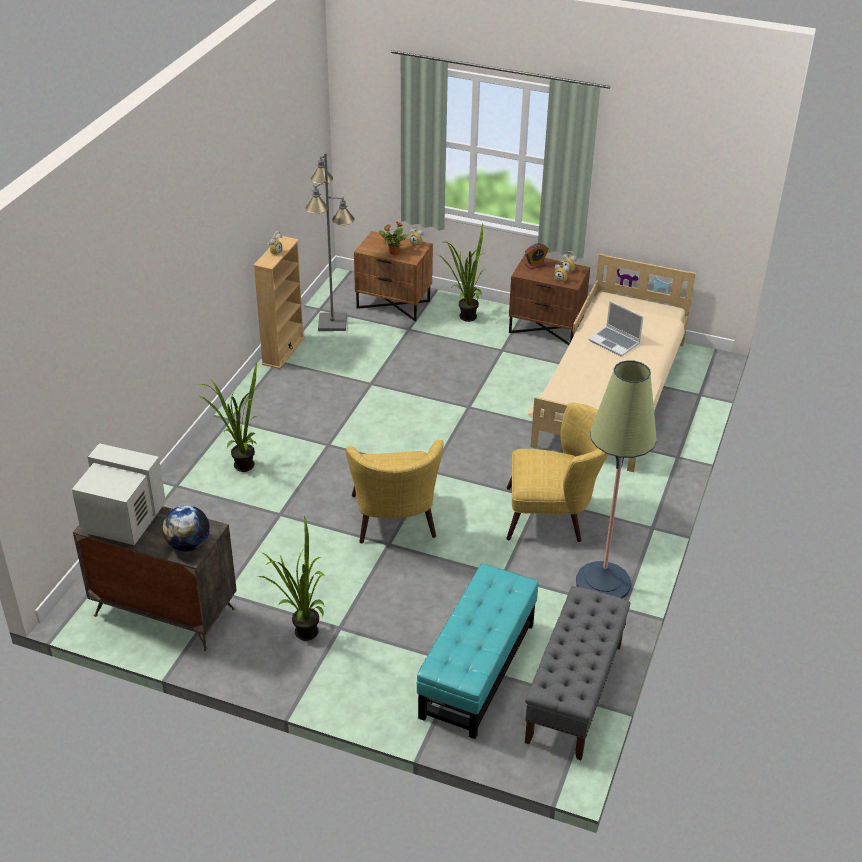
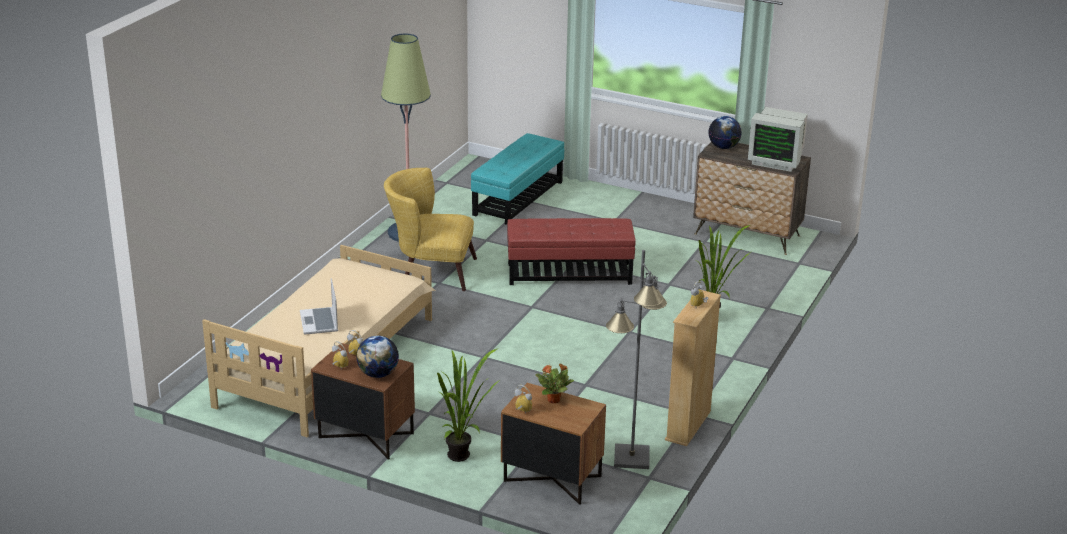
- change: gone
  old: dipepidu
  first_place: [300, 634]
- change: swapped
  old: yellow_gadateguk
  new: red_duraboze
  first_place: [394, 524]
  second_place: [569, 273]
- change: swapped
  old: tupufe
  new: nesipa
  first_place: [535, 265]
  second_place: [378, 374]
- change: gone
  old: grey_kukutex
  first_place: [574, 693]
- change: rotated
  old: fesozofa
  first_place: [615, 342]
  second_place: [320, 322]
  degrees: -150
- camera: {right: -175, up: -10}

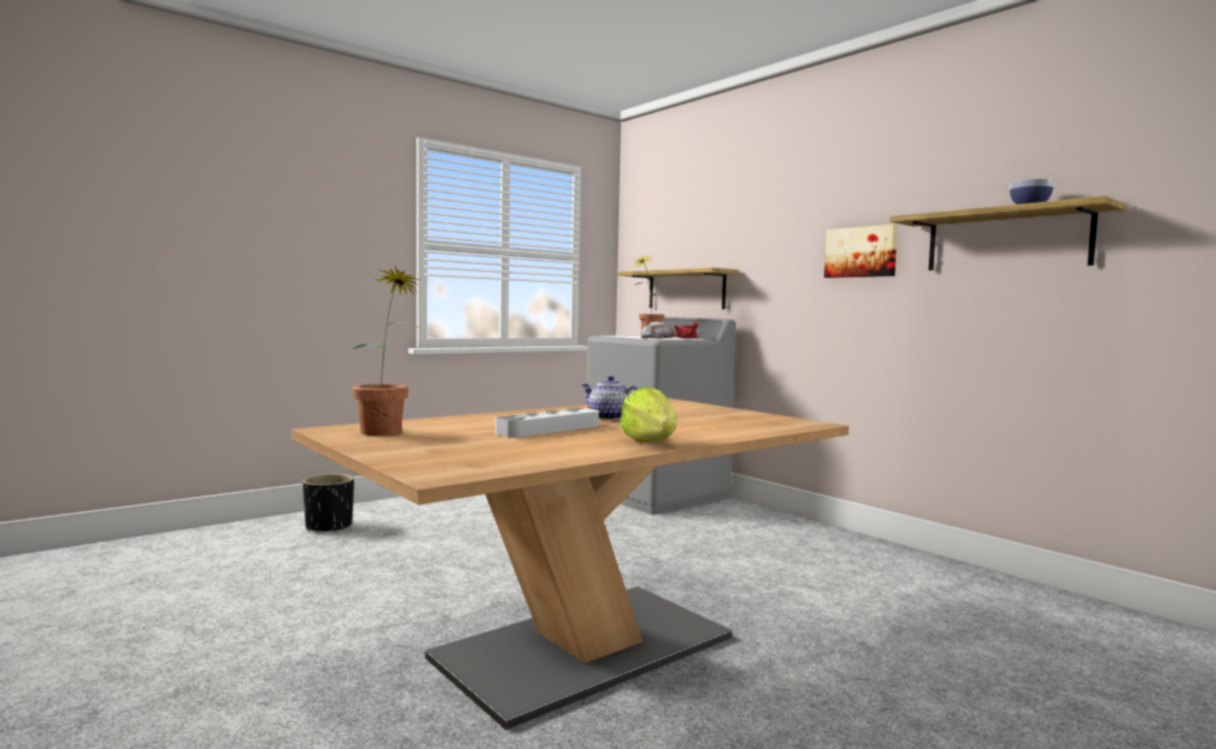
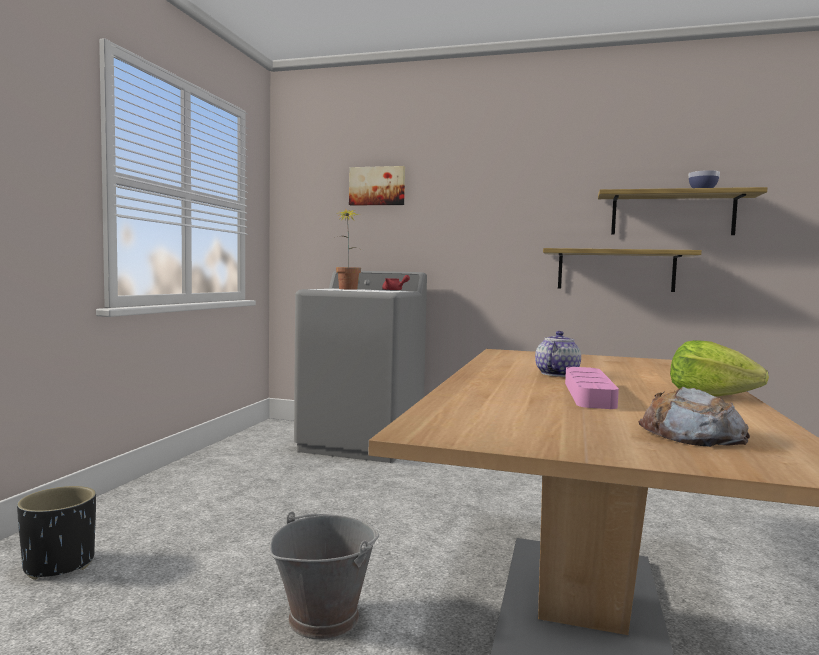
- change: gone
  old: dipepidu
  first_place: [387, 430]
- change: repainted
  old: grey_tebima
  new: pink_tebima
  first_place: [549, 429]
  second_place: [588, 394]
- change: rotated
  old: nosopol
  first_place: [608, 417]
  second_place: [556, 374]
  degrees: 120
- change: shifted
  old: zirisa
  first_place: [686, 290]
  second_place: [615, 270]
- change: shifted
  old: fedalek
  first_place: [656, 338]
  second_place: [691, 434]
- change: shifted
  old: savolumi
  first_place: [861, 252]
  second_place: [377, 186]
- change: new
  new: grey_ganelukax
  second_place: [323, 617]
- camera: {right: -35, up: 0}

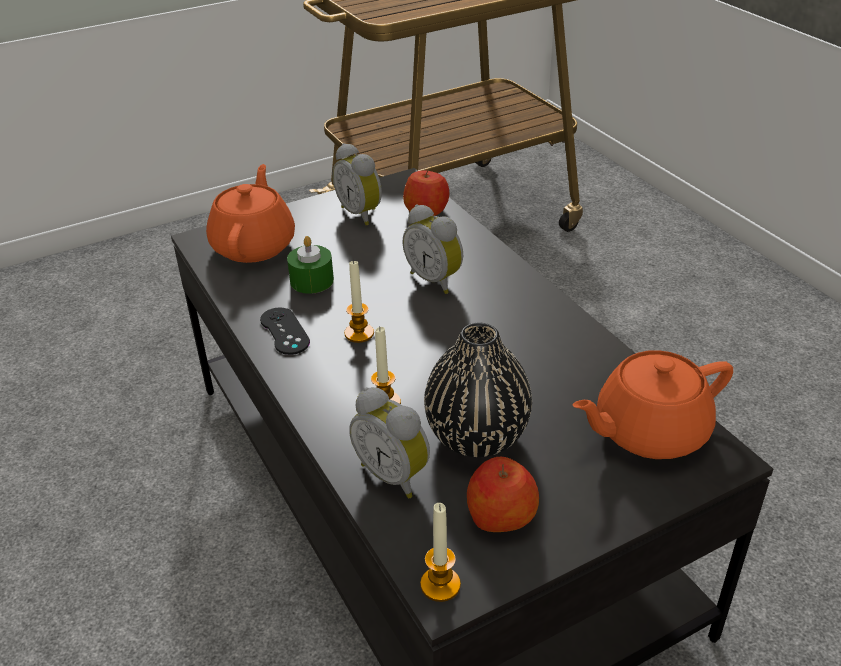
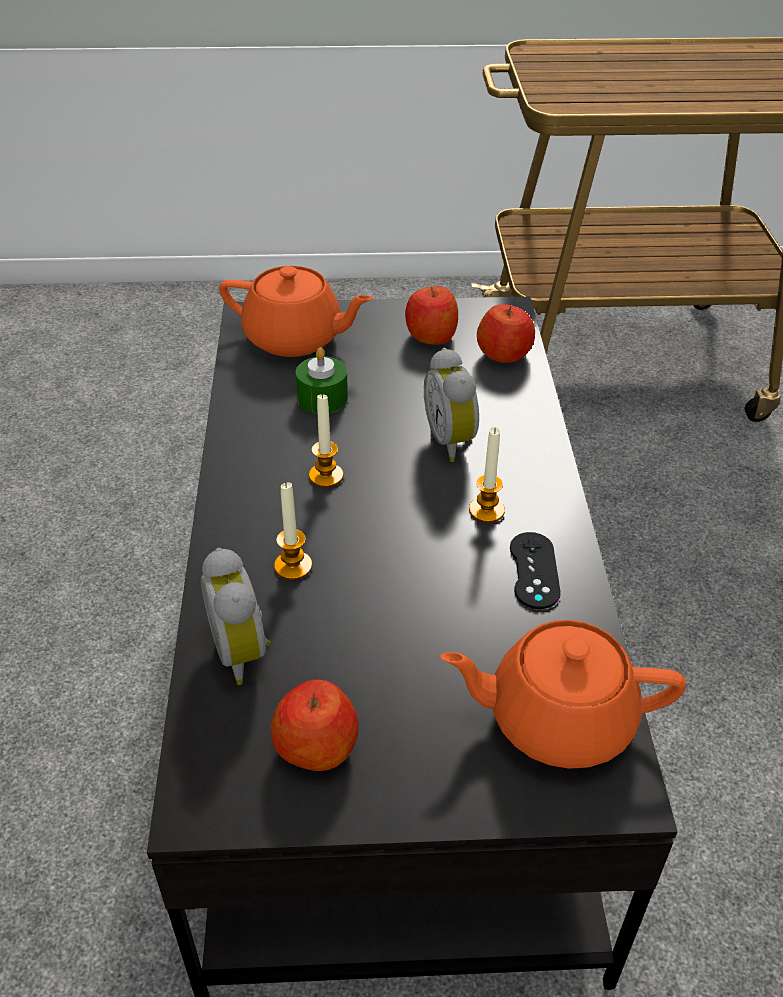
- change: rotated
  old: orange_nosopol
  first_place: [254, 245]
  second_place: [295, 338]
  degrees: 75
- change: shifted
  old: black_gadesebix
  first_place: [284, 331]
  second_place: [534, 570]
- change: swapped
  old: tupufe
  new: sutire
  first_place: [362, 213]
  second_place: [431, 335]
- change: shifted
  old: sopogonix
  first_place: [440, 585]
  second_place: [486, 510]
- change: gone
  old: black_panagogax
  first_place: [477, 436]
- camera: {right: 25, up: 5}

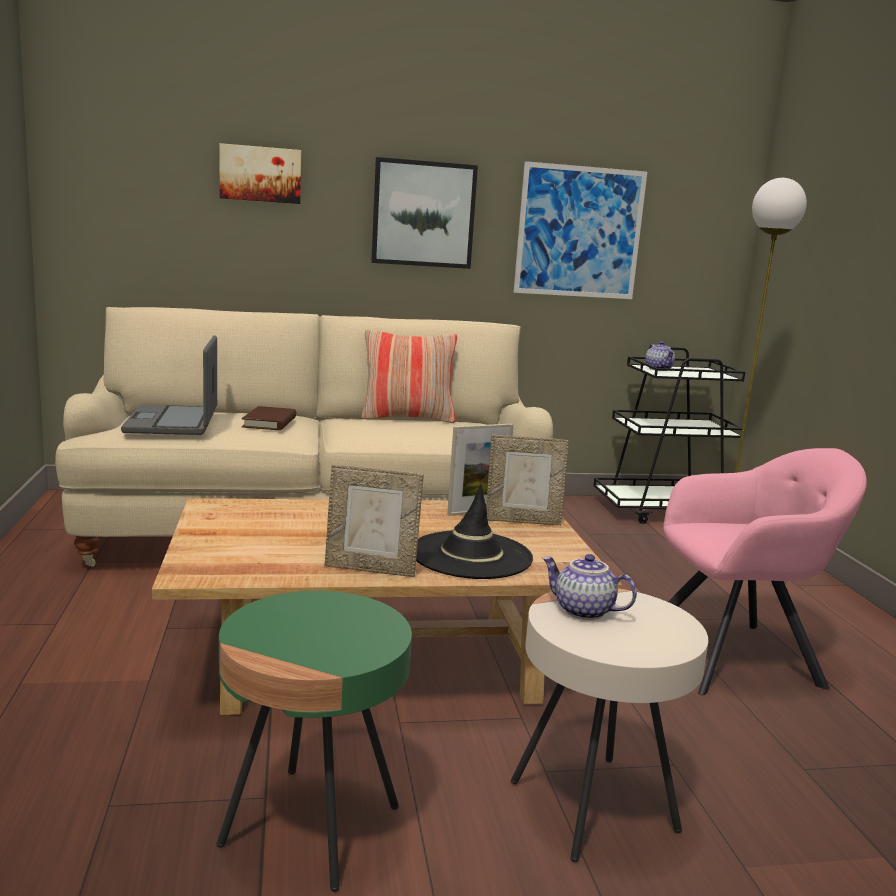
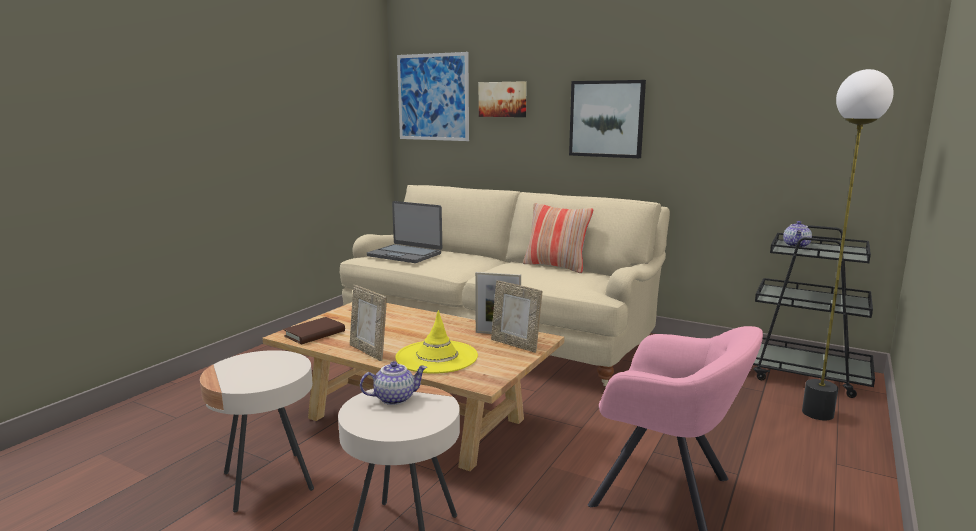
- change: rotated
  old: fesozofa
  first_place: [173, 422]
  second_place: [405, 255]
  degrees: -90
- change: repainted
  old: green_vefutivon
  new: beige_vefutivon
  first_place: [311, 826]
  second_place: [268, 481]
- change: shifted
  old: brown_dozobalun
  first_place: [269, 422]
  second_place: [314, 334]
- change: repainted
  old: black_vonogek
  new: yellow_vonogek
  first_place: [471, 555]
  second_place: [436, 357]
- change: shifted
  old: savolumi
  first_place: [579, 232]
  second_place: [433, 97]
- change: rotated
  old: nosopol
  first_place: [582, 611]
  second_place: [395, 398]
  degrees: 90
- camera: {right: 40, up: 0}

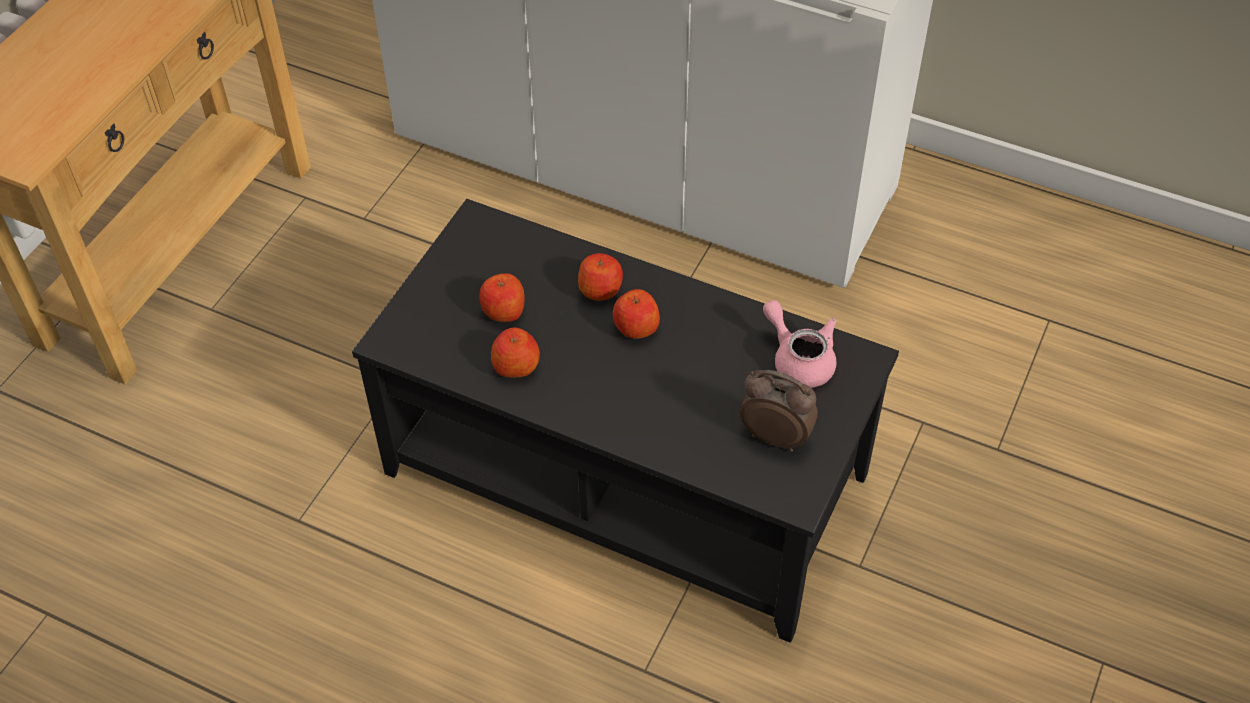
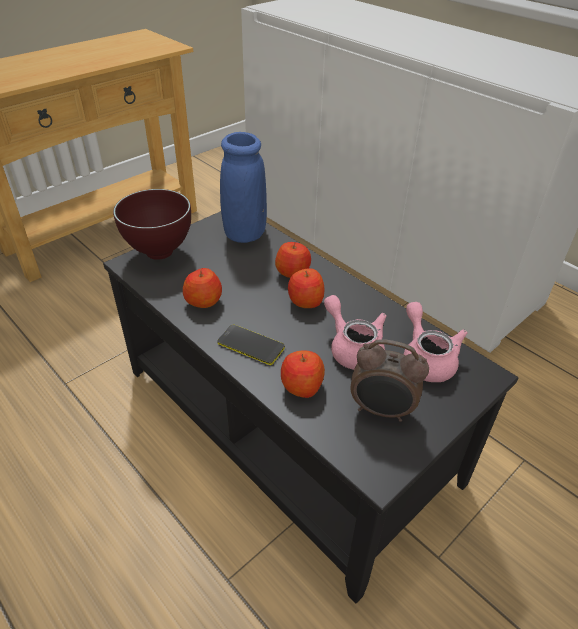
- change: shifted
  old: sutire
  first_place: [503, 310]
  second_place: [301, 386]
- change: rotated
  old: tupufe
  first_place: [776, 436]
  second_place: [381, 410]
  degrees: 150
- change: new
  new: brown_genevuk
  second_place: [157, 253]
- change: new
  new: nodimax
  second_place: [251, 345]
- change: new
  new: blue_panagogax
  second_place: [245, 234]
- change: new
  new: pink_nosopol
  second_place: [353, 348]
- camera: {right: 20, up: -10}

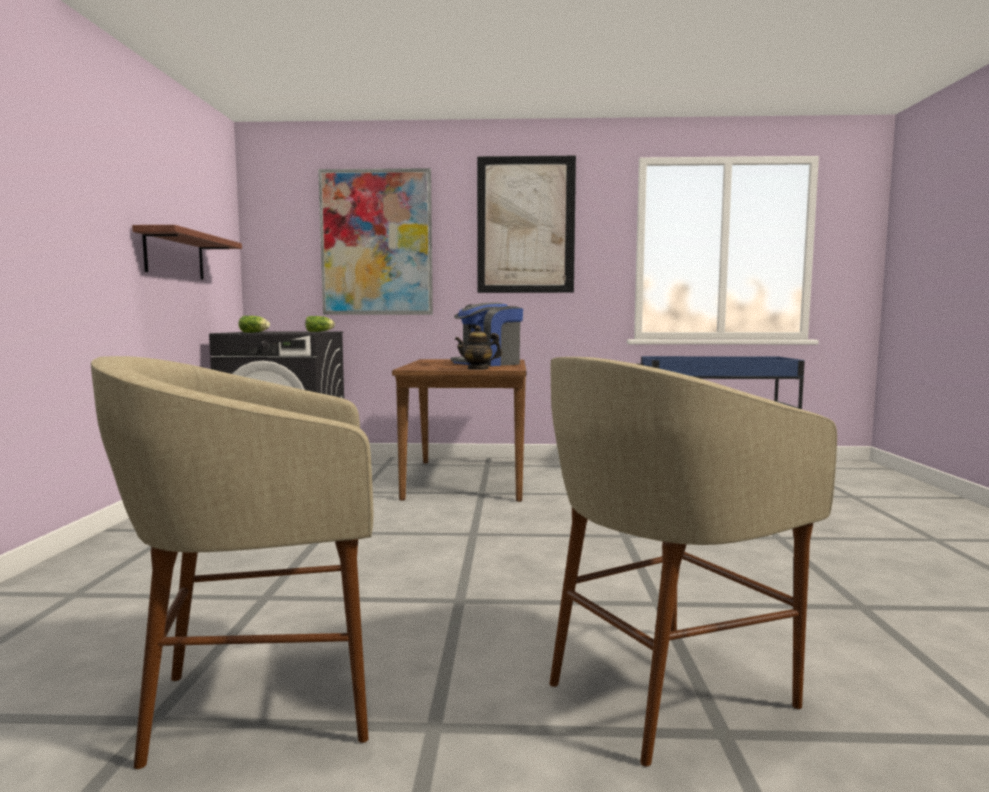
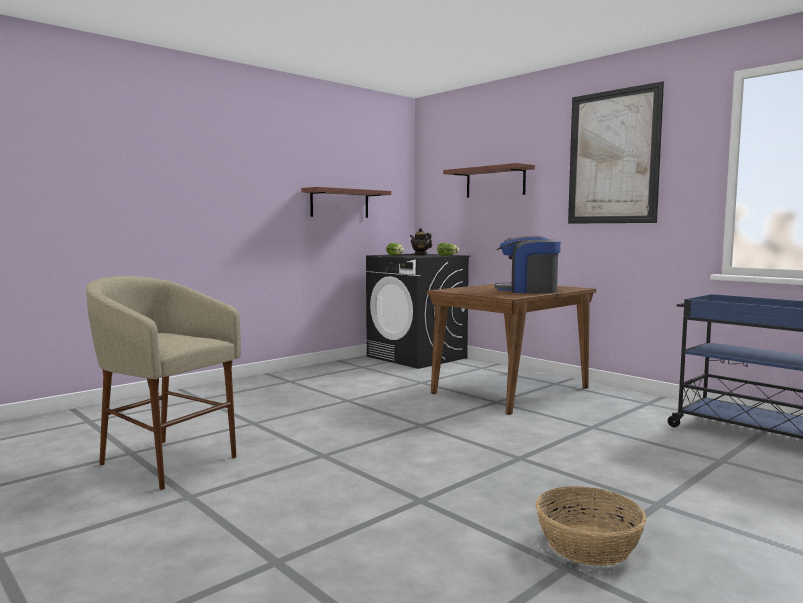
- change: swapped
  old: savolumi
  new: zirisa
  first_place: [376, 243]
  second_place: [495, 182]
- change: shifted
  old: nosopol
  first_place: [478, 369]
  second_place: [420, 254]
- change: gone
  old: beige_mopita
  first_place: [665, 692]
- change: new
  new: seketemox
  second_place: [588, 544]
- camera: {right: 45, up: 0}

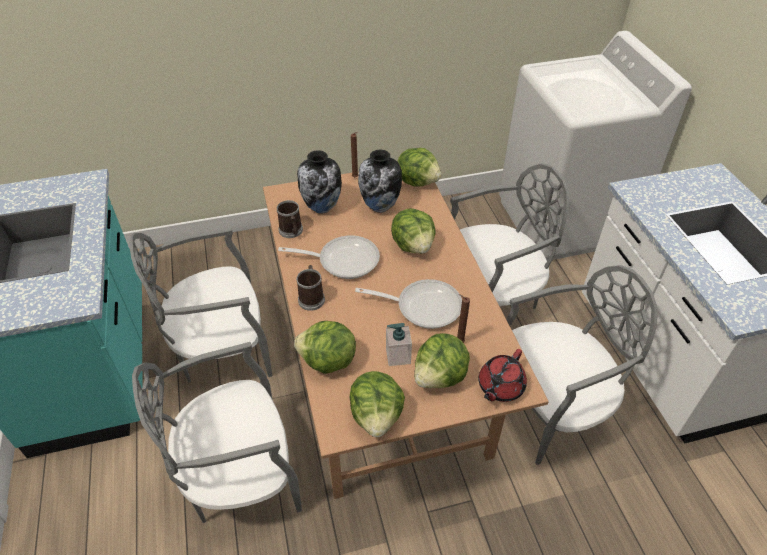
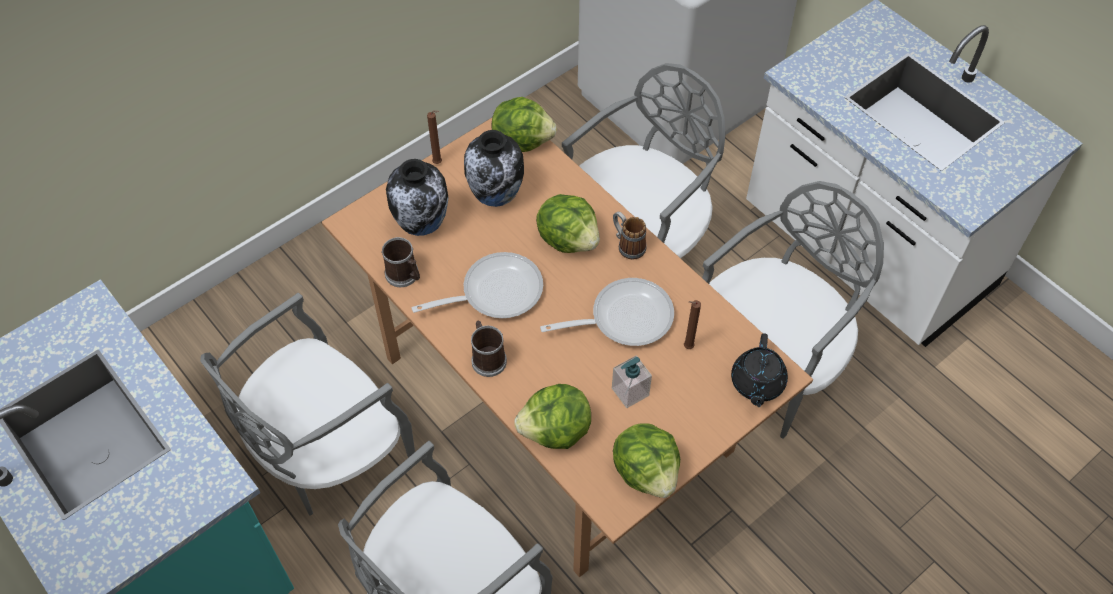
- change: gone
  old: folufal
  first_place: [440, 376]
- change: repainted
  old: red_nosopol
  new: black_nosopol
  first_place: [500, 387]
  second_place: [757, 383]
- change: new
  new: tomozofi
  second_place: [627, 245]
- camera: {right: -25, up: 10}

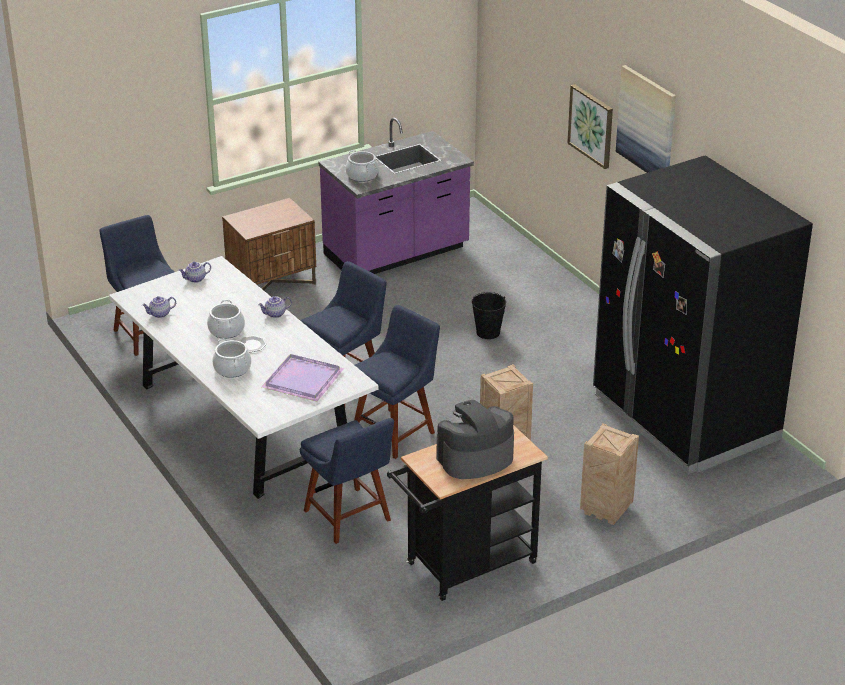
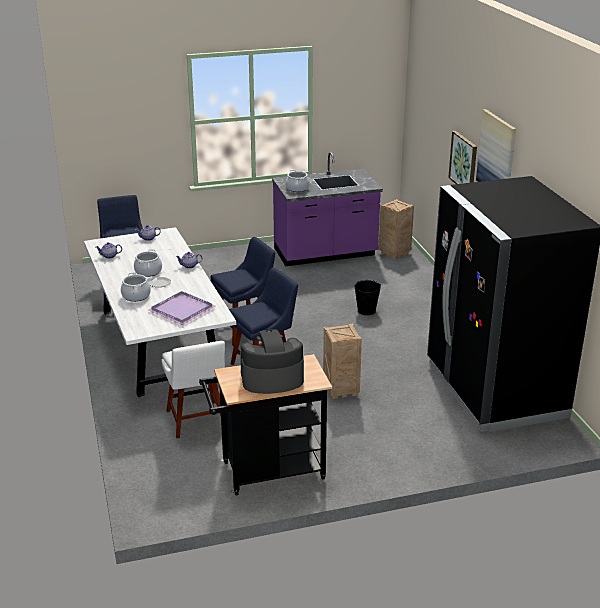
- change: gone
  old: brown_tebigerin
  first_place: [272, 282]
- change: repainted
  old: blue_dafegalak
  new: white_dafegalak
  first_place: [349, 518]
  second_place: [197, 421]
- change: shifted
  old: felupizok
  first_place: [605, 510]
  second_place: [393, 253]
- camera: {right: 15, up: -5}

